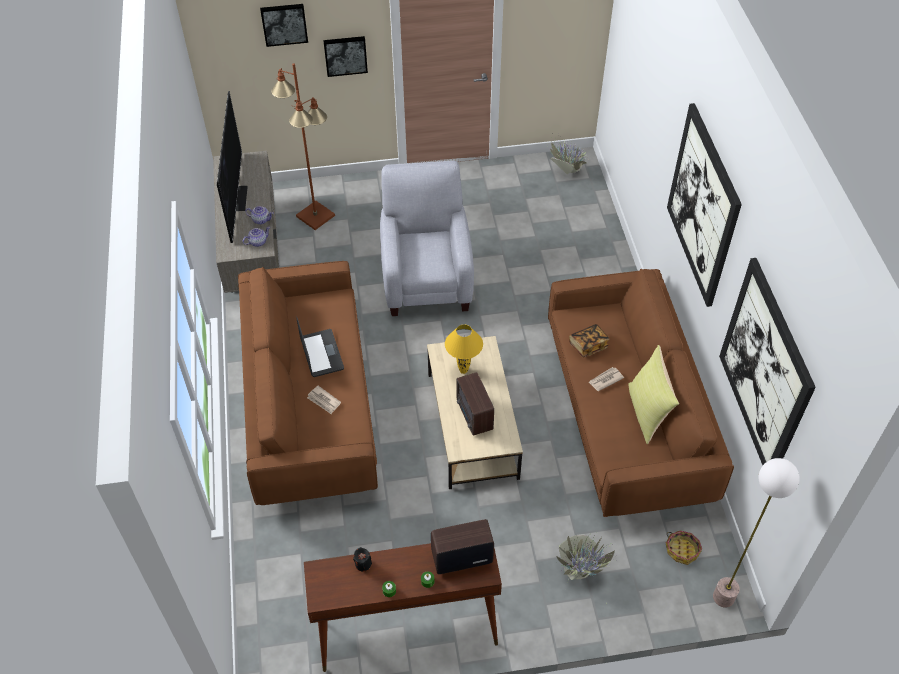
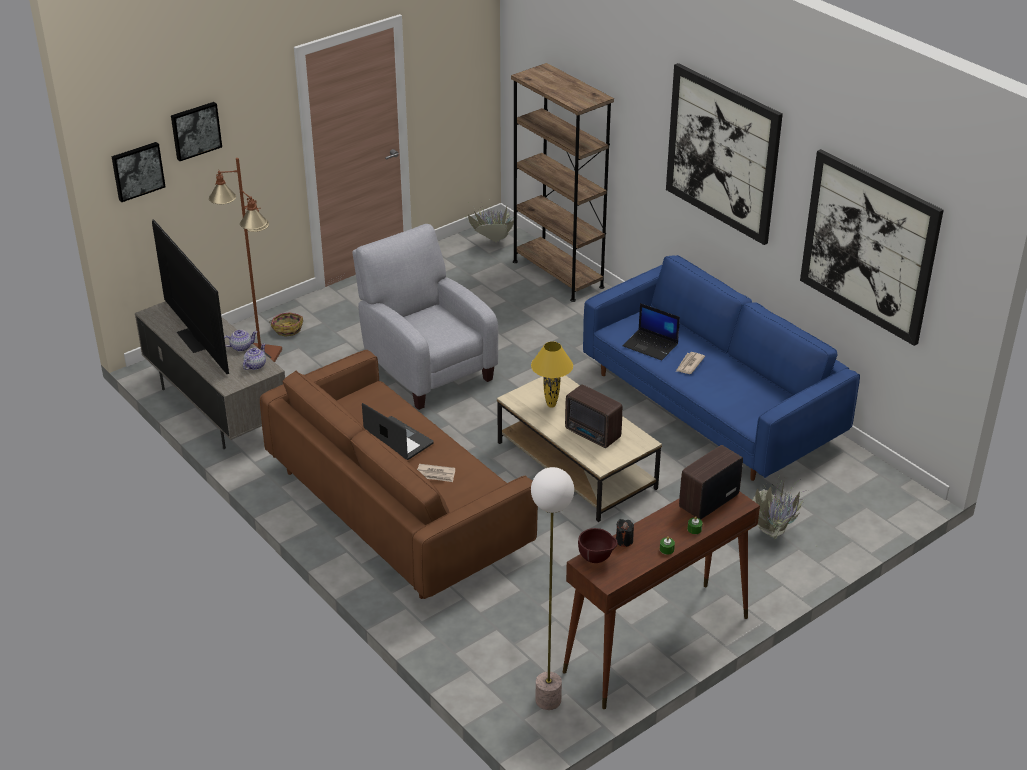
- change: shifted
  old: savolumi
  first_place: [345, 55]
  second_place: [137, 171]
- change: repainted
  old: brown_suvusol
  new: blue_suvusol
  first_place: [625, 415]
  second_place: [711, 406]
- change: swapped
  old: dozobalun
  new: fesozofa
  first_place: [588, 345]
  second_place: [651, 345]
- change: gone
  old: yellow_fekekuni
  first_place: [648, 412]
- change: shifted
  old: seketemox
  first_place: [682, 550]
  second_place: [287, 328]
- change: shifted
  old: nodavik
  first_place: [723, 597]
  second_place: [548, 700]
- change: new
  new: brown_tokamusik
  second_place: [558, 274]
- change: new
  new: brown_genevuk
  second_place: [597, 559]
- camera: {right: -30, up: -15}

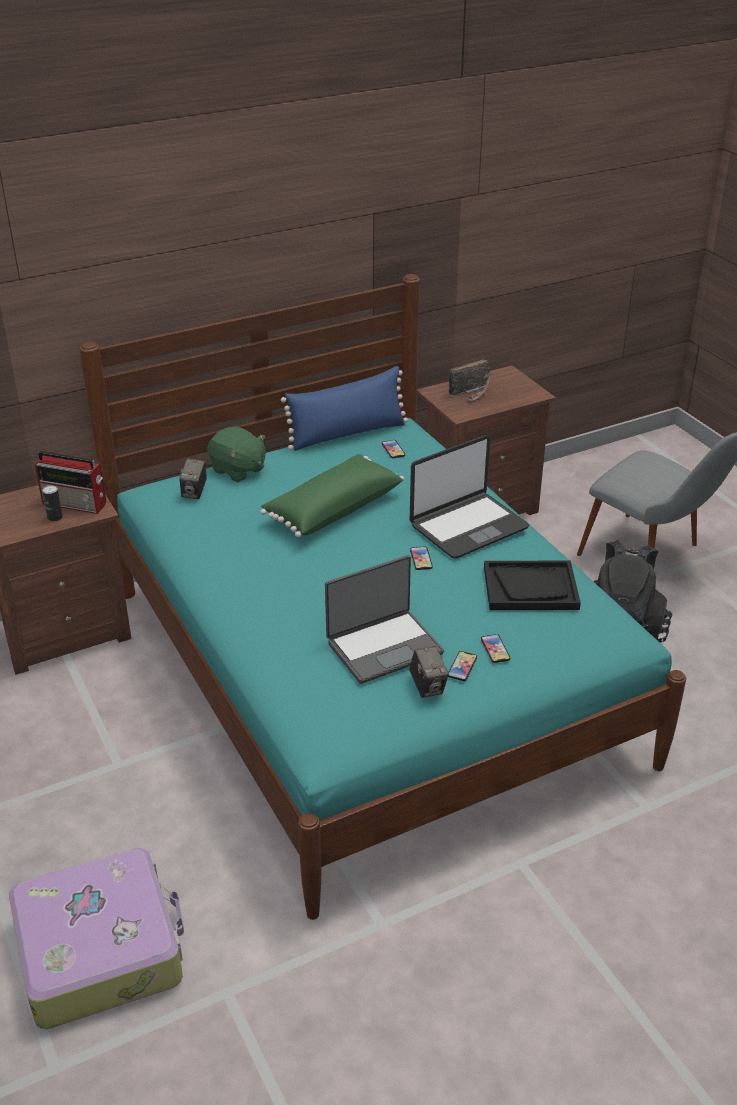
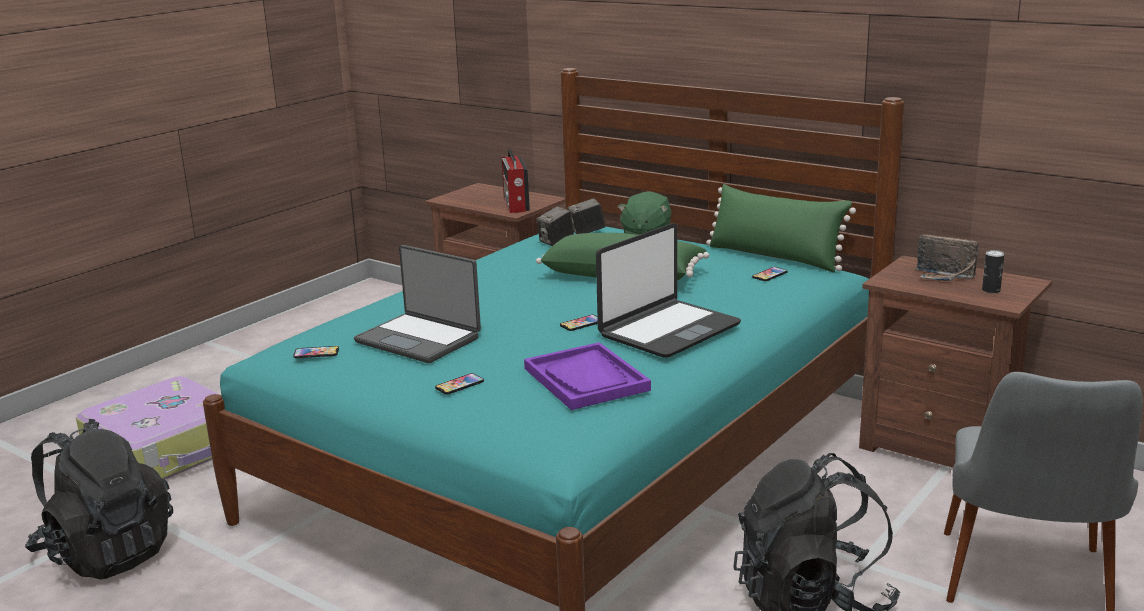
- change: shifted
  old: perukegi
  first_place: [55, 517]
  second_place: [991, 290]
- change: repainted
  old: blue_fekekuni
  new: green_fekekuni
  first_place: [347, 434]
  second_place: [775, 257]
- change: shifted
  old: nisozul
  first_place: [428, 686]
  second_place: [555, 242]
- change: rotated
  old: fesozofa
  first_place: [468, 526]
  second_place: [668, 330]
  degrees: -75
- change: shifted
  old: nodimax
  first_place: [462, 666]
  second_place: [316, 353]
- change: repainted
  old: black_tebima
  new: purple_tebima
  first_place: [530, 588]
  second_place: [586, 379]
- change: new
  new: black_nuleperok
  second_place: [106, 553]
- camera: {right: 65, up: -15}

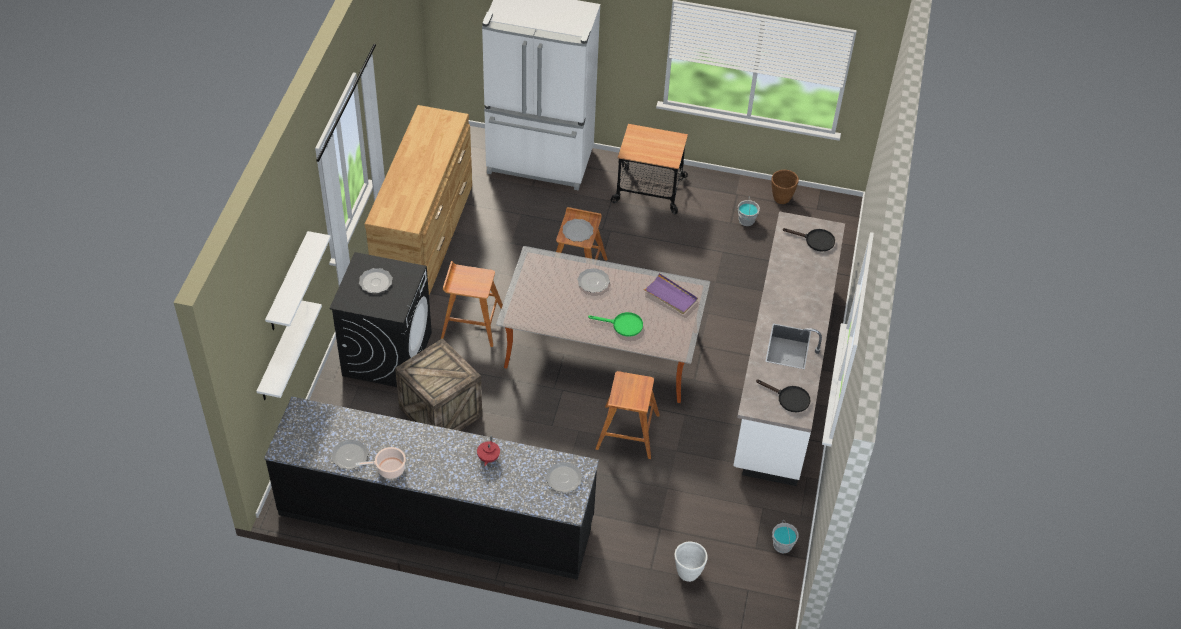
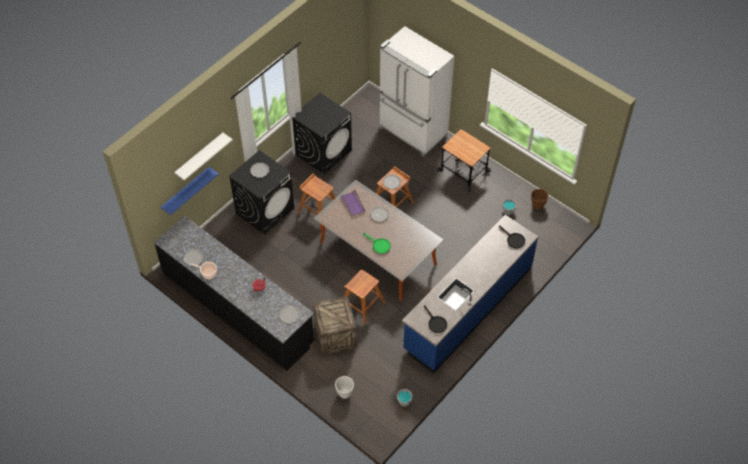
- change: repainted
  old: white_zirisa
  new: blue_zirisa
  first_place: [279, 353]
  second_place: [186, 191]
- change: swapped
  old: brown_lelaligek
  new: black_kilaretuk
  first_place: [425, 236]
  second_place: [323, 152]
- change: shifted
  old: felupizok
  first_place: [439, 412]
  second_place: [334, 335]
- change: shifted
  old: purple_tebima
  first_place: [670, 295]
  second_place: [353, 204]
- change: repainted
  old: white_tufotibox
  new: blue_tufotibox
  first_place: [781, 373]
  second_place: [468, 308]
- camera: {right: 30, up: 5}

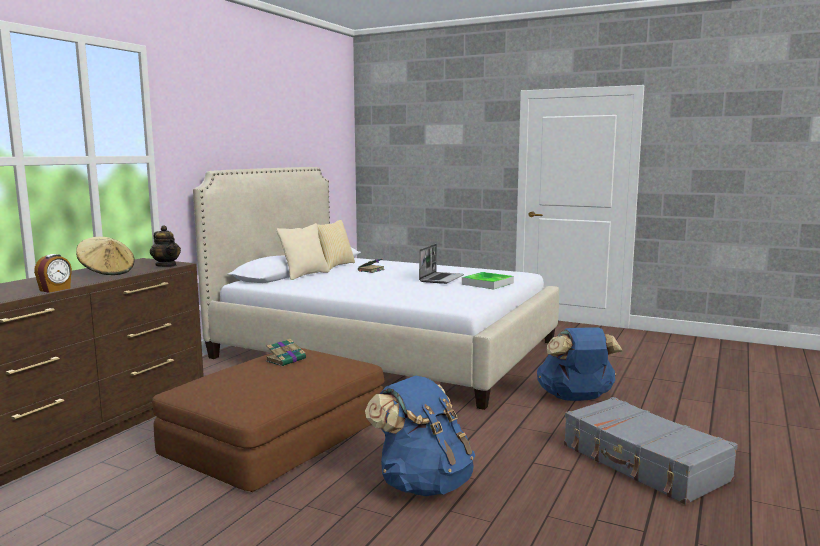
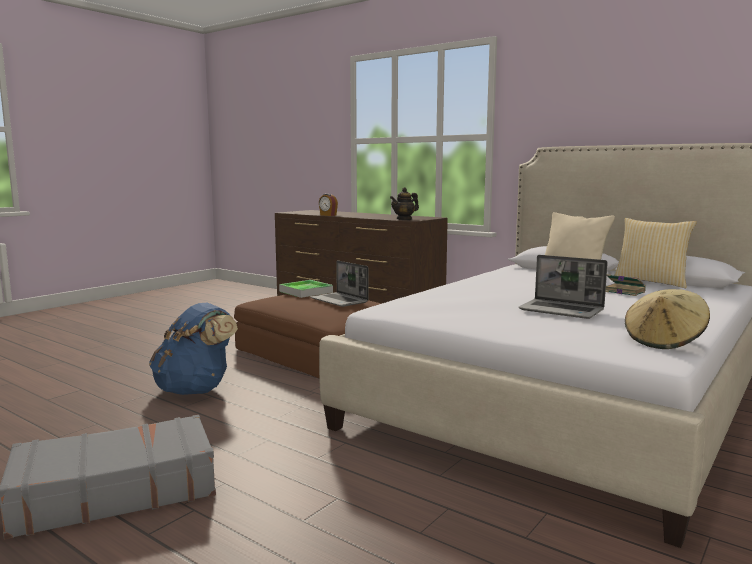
- change: shifted
  old: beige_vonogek
  first_place: [107, 272]
  second_place: [664, 341]
- change: swapped
  old: dozobalun
  new: fesozofa
  first_place: [286, 360]
  second_place: [340, 301]
- change: shifted
  old: tebima
  first_place: [487, 284]
  second_place: [306, 292]
- change: gone
  old: blue_nuleperok
  first_place: [576, 398]
- camera: {right: 100, up: 0}

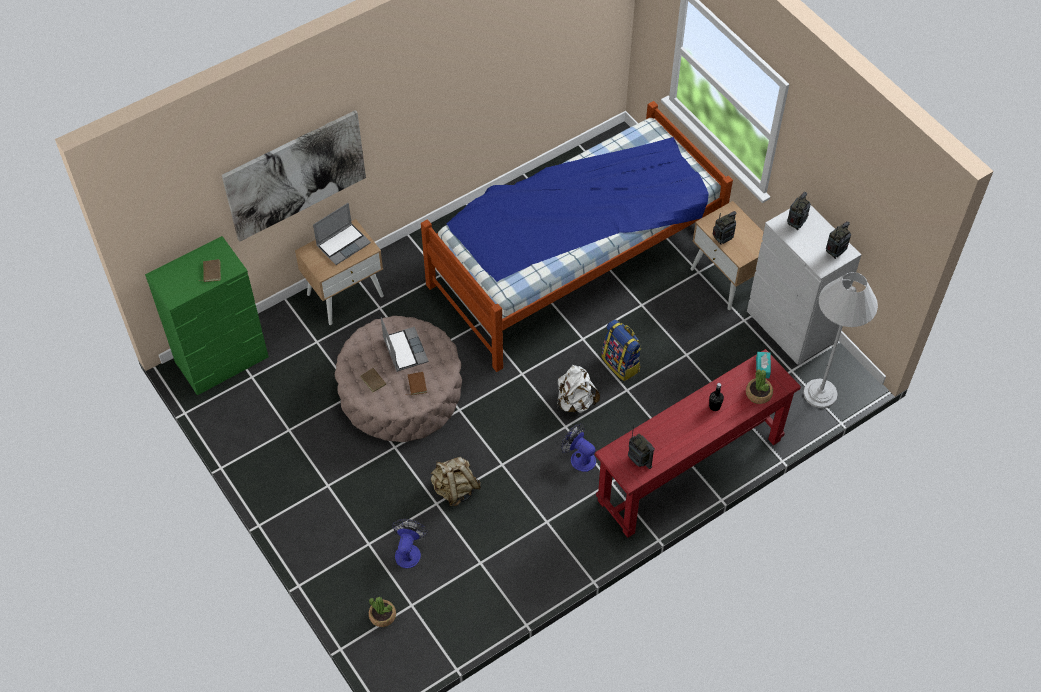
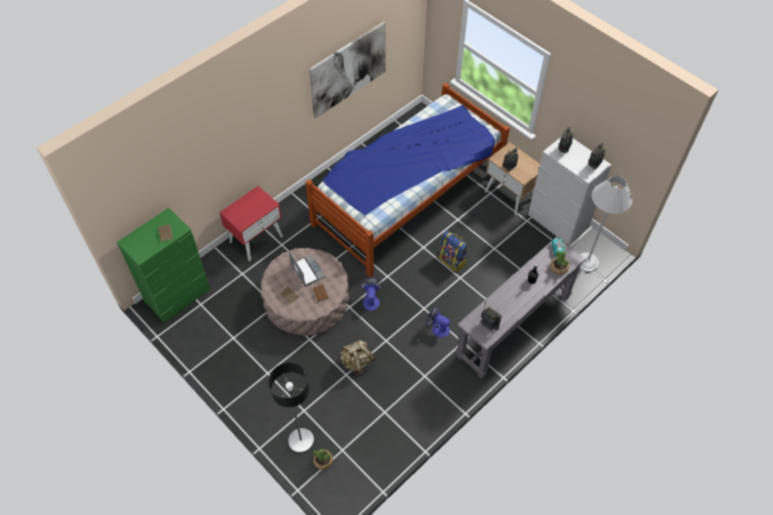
- change: shifted
  old: savolumi
  first_place: [295, 175]
  second_place: [348, 69]
- change: repainted
  old: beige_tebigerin
  new: red_tebigerin
  first_place: [345, 294]
  second_place: [256, 239]
- change: gone
  old: fesozofa
  first_place: [343, 244]
- change: shifted
  old: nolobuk
  first_place: [409, 551]
  second_place: [371, 300]
- change: gone
  old: white_nuleperok
  first_place: [575, 401]
- change: repainted
  old: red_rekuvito
  new: grey_rekuvito
  first_place: [689, 470]
  second_place: [513, 326]
- change: new
  new: nodavik
  second_place: [300, 440]
- camera: {right: -10, up: 0}

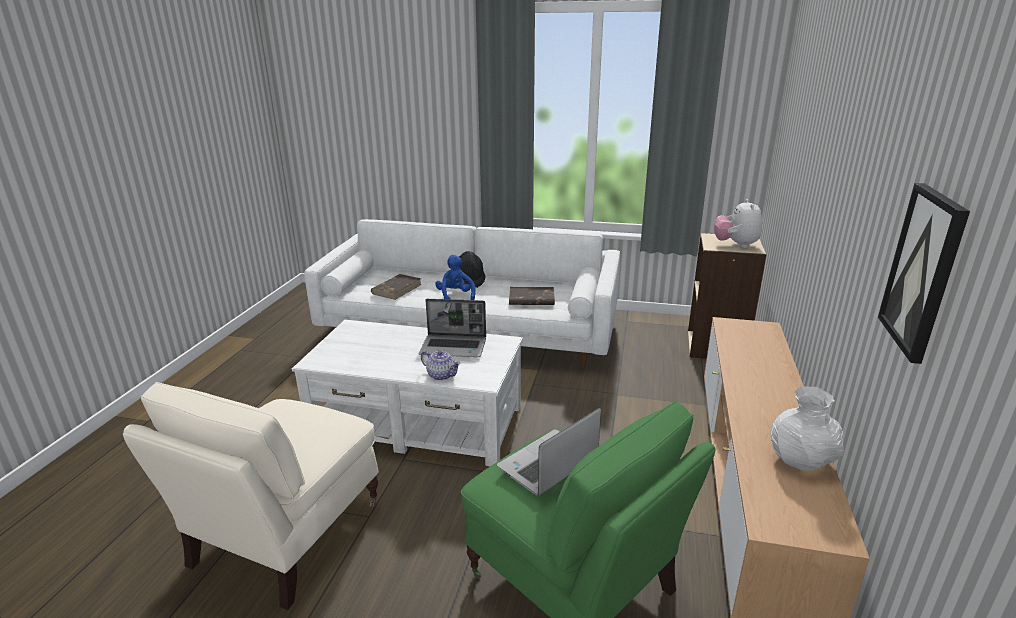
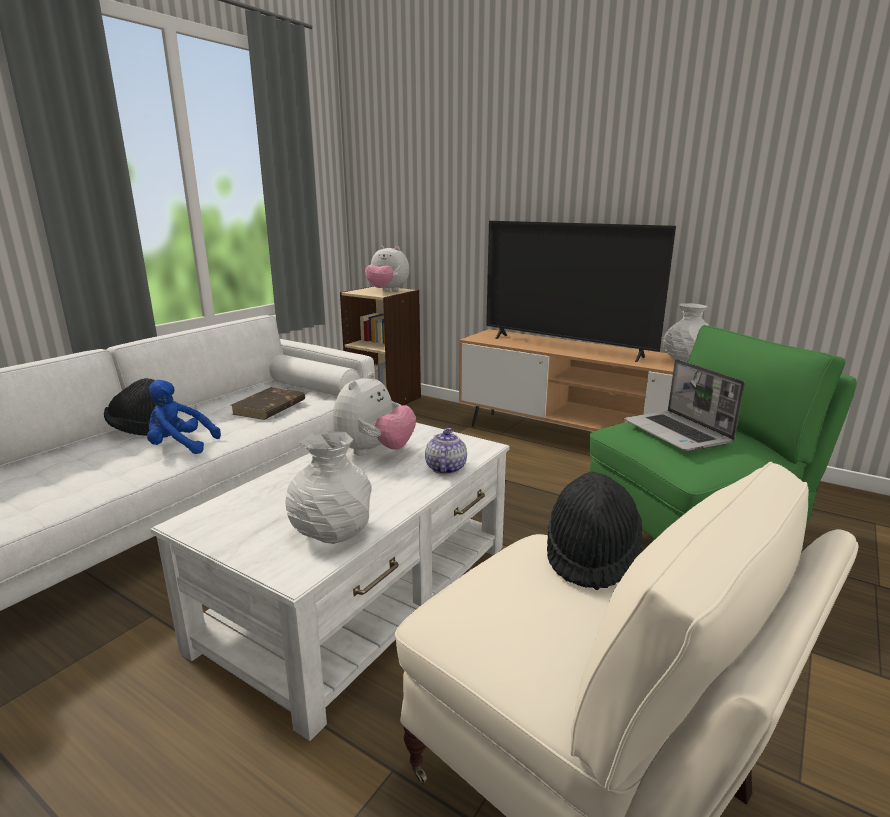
- change: gone
  old: brown_dozobalun
  first_place: [397, 289]
- change: swapped
  old: fesozofa
  new: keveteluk
  first_place: [454, 347]
  second_place: [374, 451]
- change: rotated
  old: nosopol
  first_place: [442, 375]
  second_place: [445, 468]
  degrees: -45
- change: gone
  old: savolumi
  first_place: [923, 271]
- change: new
  new: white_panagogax
  second_place: [331, 531]
- change: new
  new: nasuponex
  second_place: [565, 347]
- change: new
  new: black_vonogek
  second_place: [591, 554]
- camera: {right: -70, up: -5}

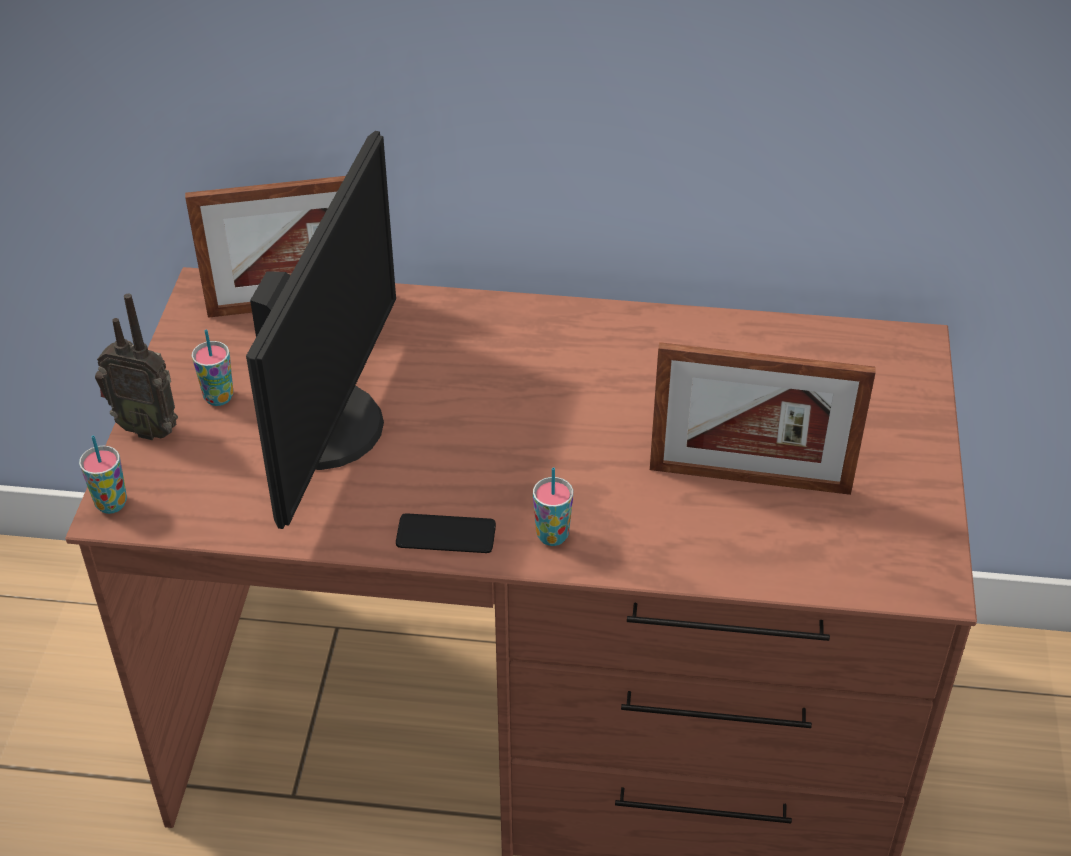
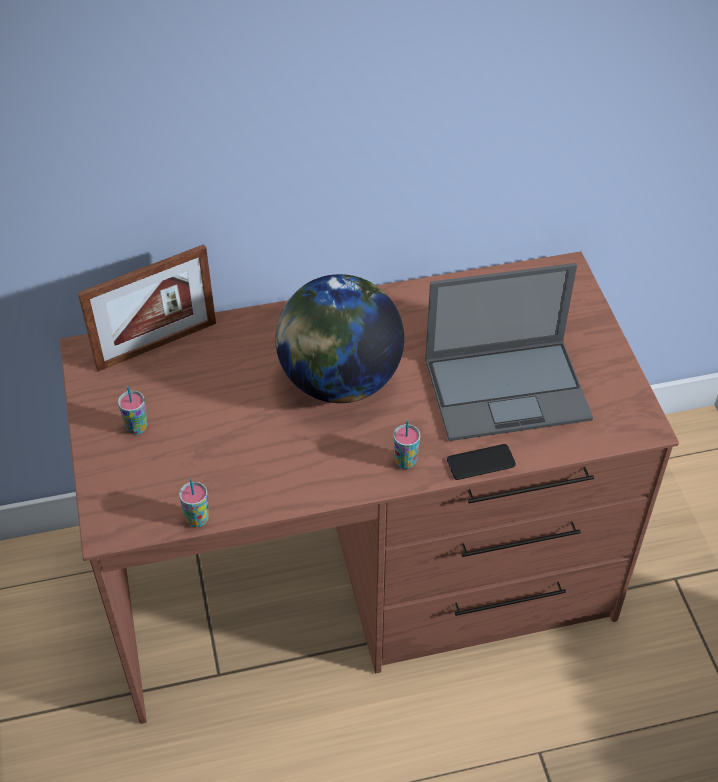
- change: shifted
  old: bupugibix
  first_place: [111, 504]
  second_place: [197, 519]
- change: gone
  old: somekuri
  first_place: [148, 427]
- change: gone
  old: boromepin
  first_place: [329, 426]
- change: shifted
  old: nodimax
  first_place: [446, 534]
  second_place: [481, 462]
- change: swapped
  old: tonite
  new: fesozofa
  first_place: [749, 479]
  second_place: [508, 388]
- change: new
  new: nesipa
  second_place: [339, 380]
- camera: {right: -20, up: 5}

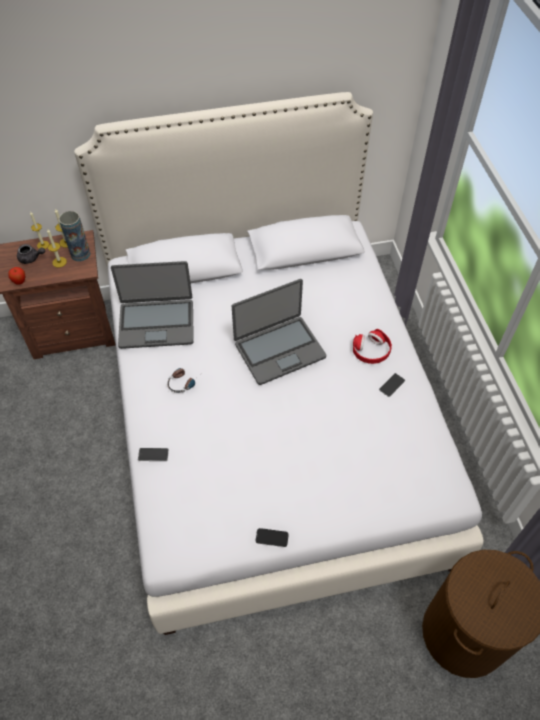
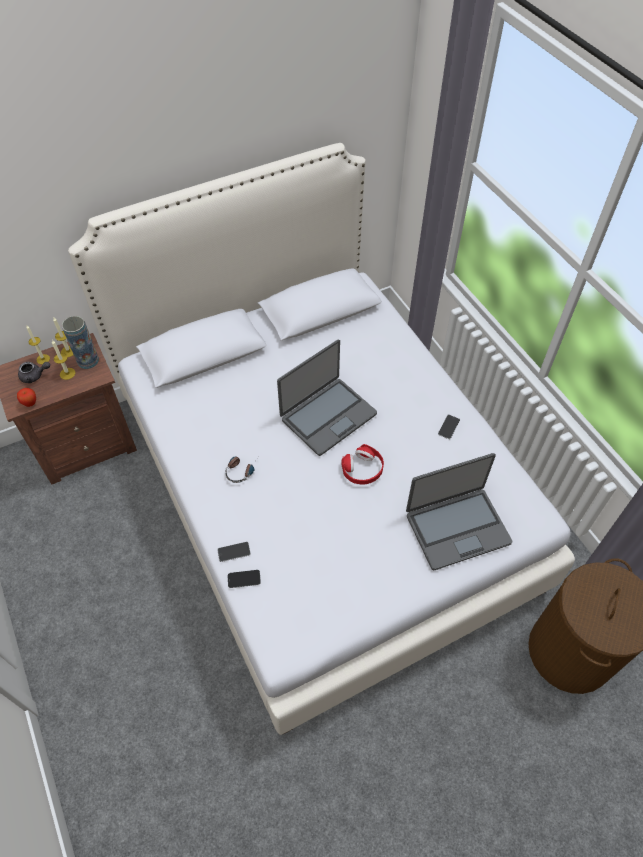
- change: shifted
  old: fesozofa
  first_place: [156, 323]
  second_place: [457, 527]
- change: shifted
  old: nodimax
  first_place: [272, 538]
  second_place: [244, 579]
- change: shifted
  old: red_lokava
  first_place: [371, 351]
  second_place: [362, 469]
- camera: {right: -15, up: 0}

